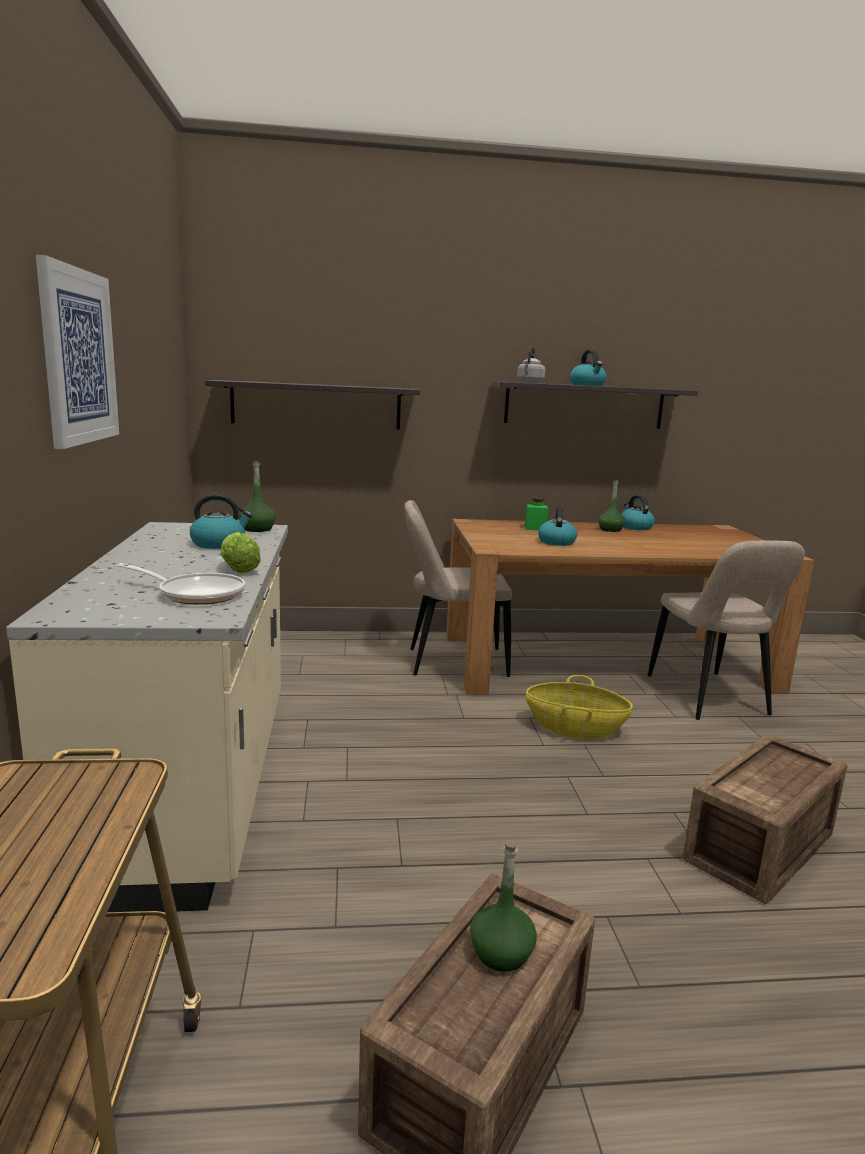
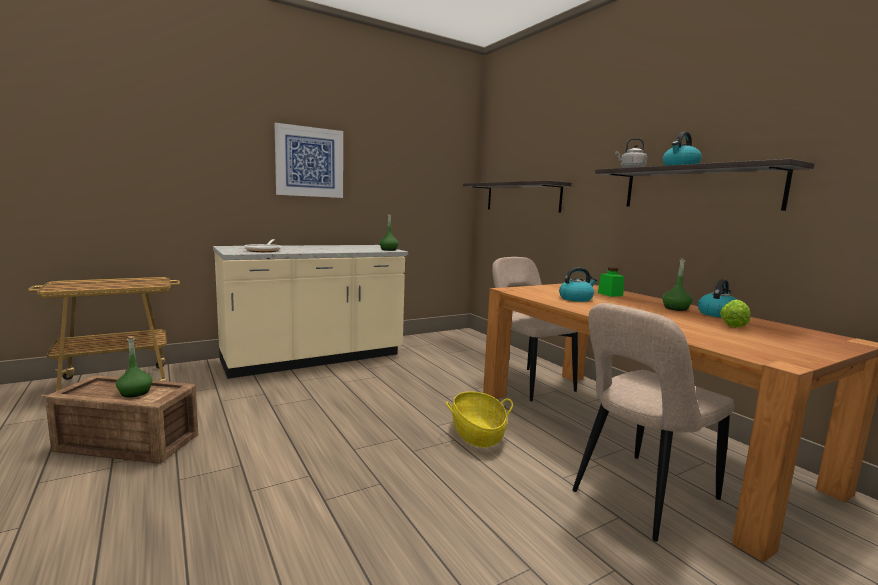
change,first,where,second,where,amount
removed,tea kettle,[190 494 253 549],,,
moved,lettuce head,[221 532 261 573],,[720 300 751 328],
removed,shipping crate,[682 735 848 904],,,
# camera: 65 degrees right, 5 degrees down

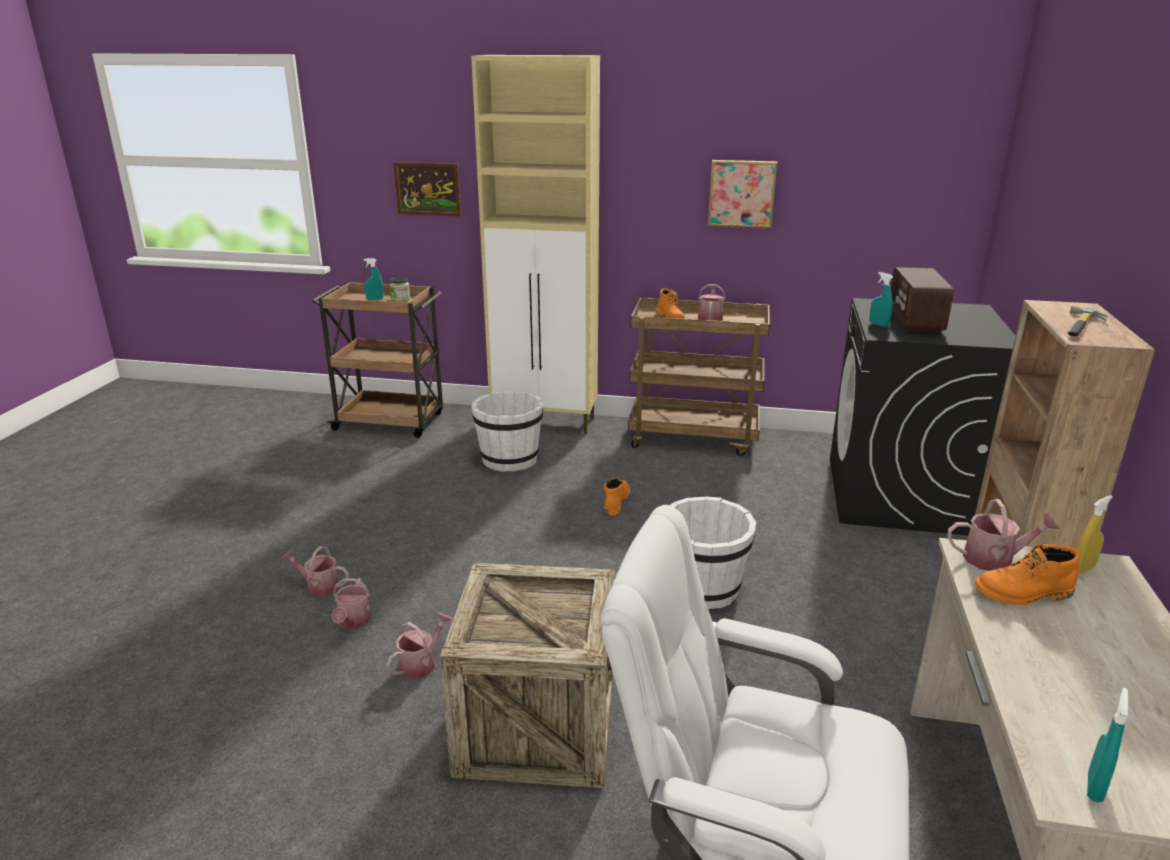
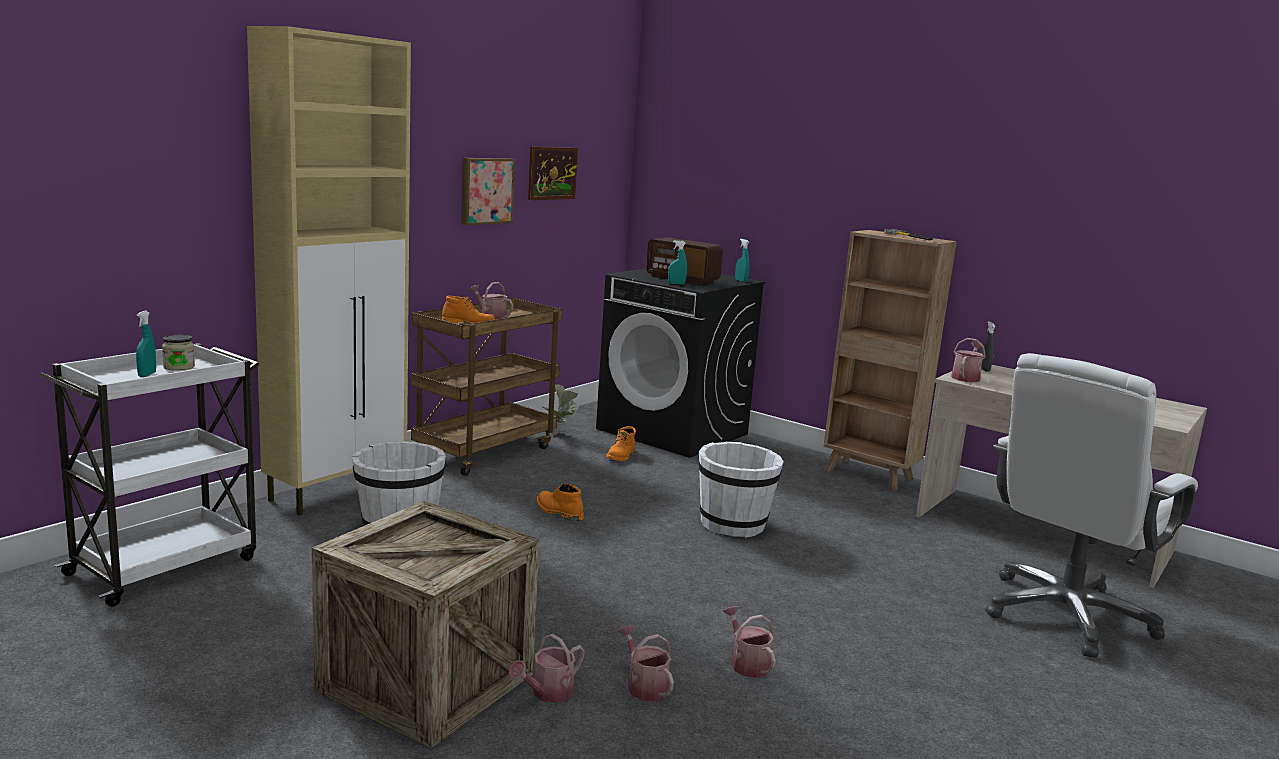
change,first,where,second,where,amount
moved,wall art,[393 162 462 217],,[528 147 578 201],
recoloured,wheeled cart (brown),[312 282 443 438],wheeled cart (white-coloured),[39 343 260 607],
recoloured,sprayer (yellowish),[1076 495 1113 574],sprayer (greyish),[980 322 995 372],
moved,boot (orangey),[975 544 1080 605],,[606 426 636 461],
moved,shipping crate,[440 563 615 788],,[312 501 539 748],
turned,sprinkling can,[331 578 371 629],,[618 625 674 701],150 degrees counterclockwise
moved,sprayer (turquoise),[1087 688 1129 802],,[735 239 750 282],
added,,,houseplant,[543 384 579 435],
# camera: 65 degrees left, 10 degrees down

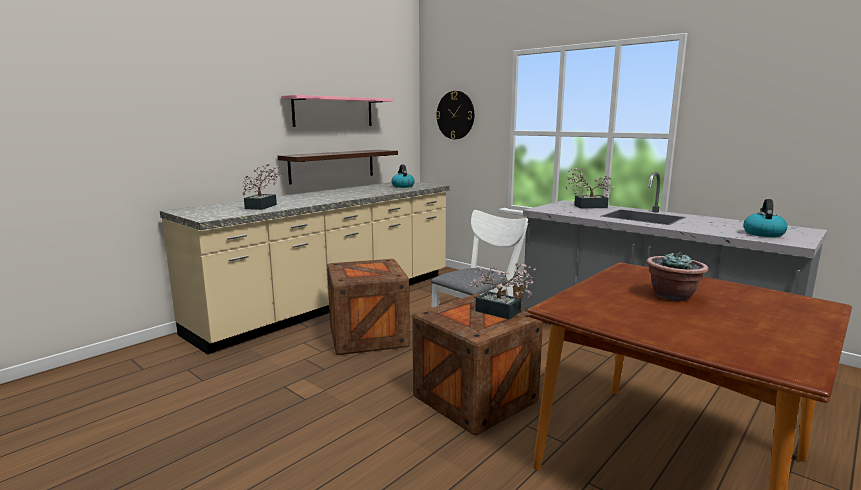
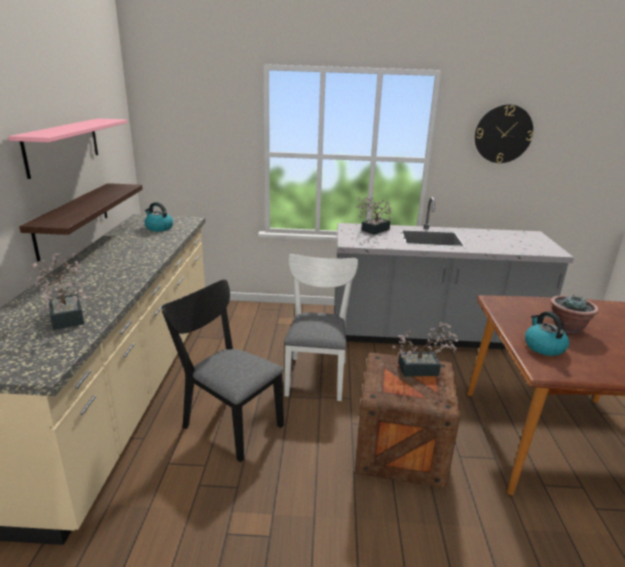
change,first,where,second,where,amount
moved,hanging clock,[436 91 474 139],,[475 104 533 163],
moved,tea kettle,[743 199 788 237],,[525 311 569 356],
replaced,shipping crate,[327 259 410 355],chair (black-coloured),[162 280 284 462],
# camera: 40 degrees left, 10 degrees up

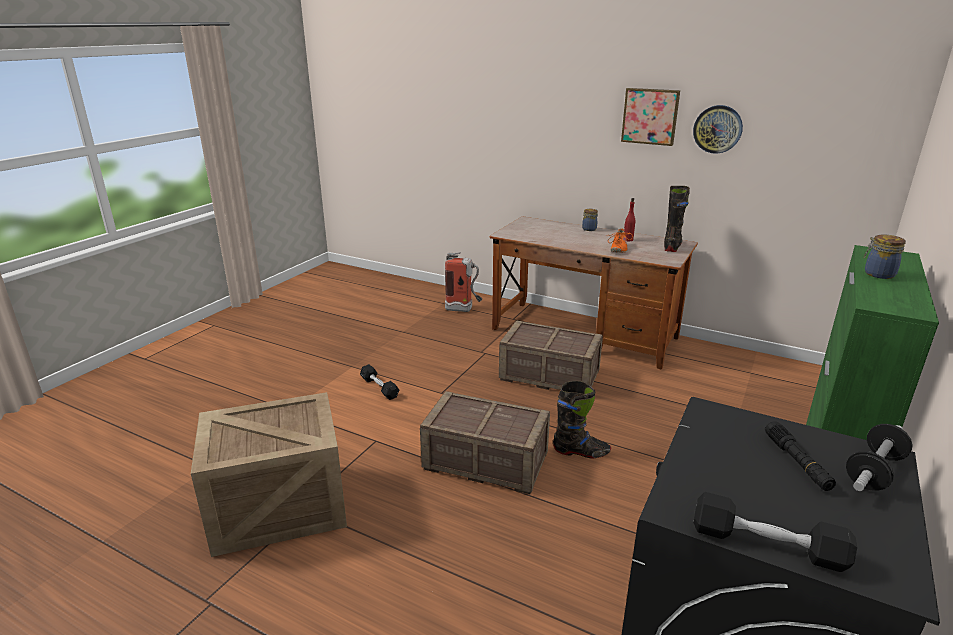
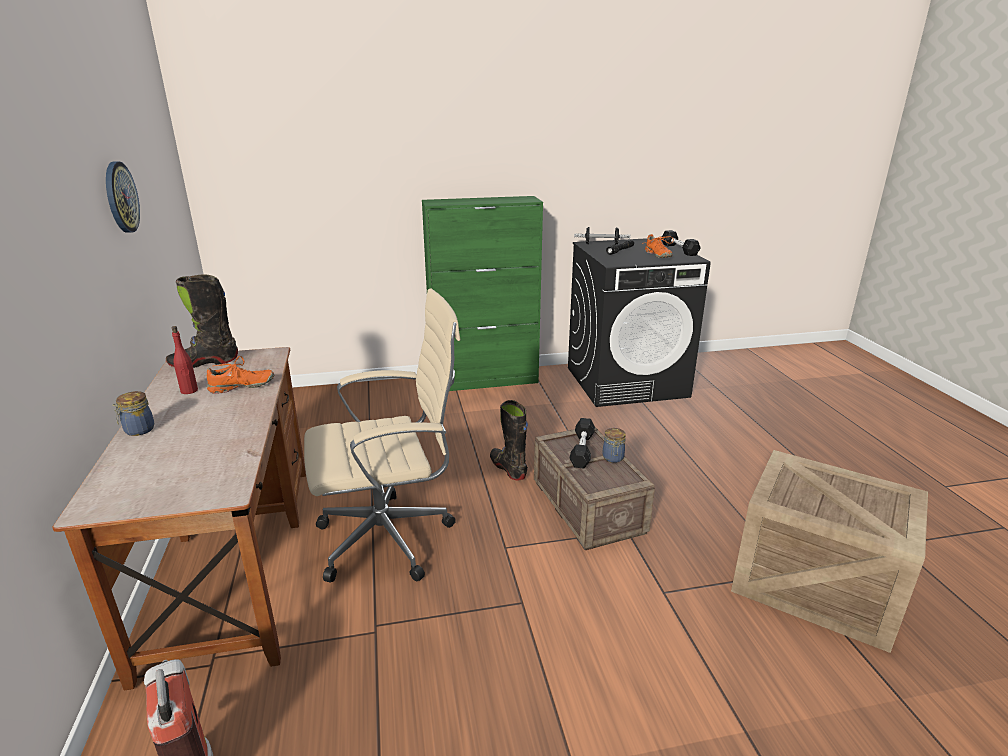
change,first,where,second,where,amount
removed,wall art,[621 88 680 146],,,
moved,preserve jar,[864 235 906 279],,[602 428 626 463],
replaced,shipping crate,[499 320 603 390],computer chair (beige),[304 289 460 583],
moved,hand weight (black-coloured),[360 364 399 400],,[569 418 595 468],
added,,,shoe (orangey),[642 234 674 258],
# camera: 130 degrees left, 0 degrees up

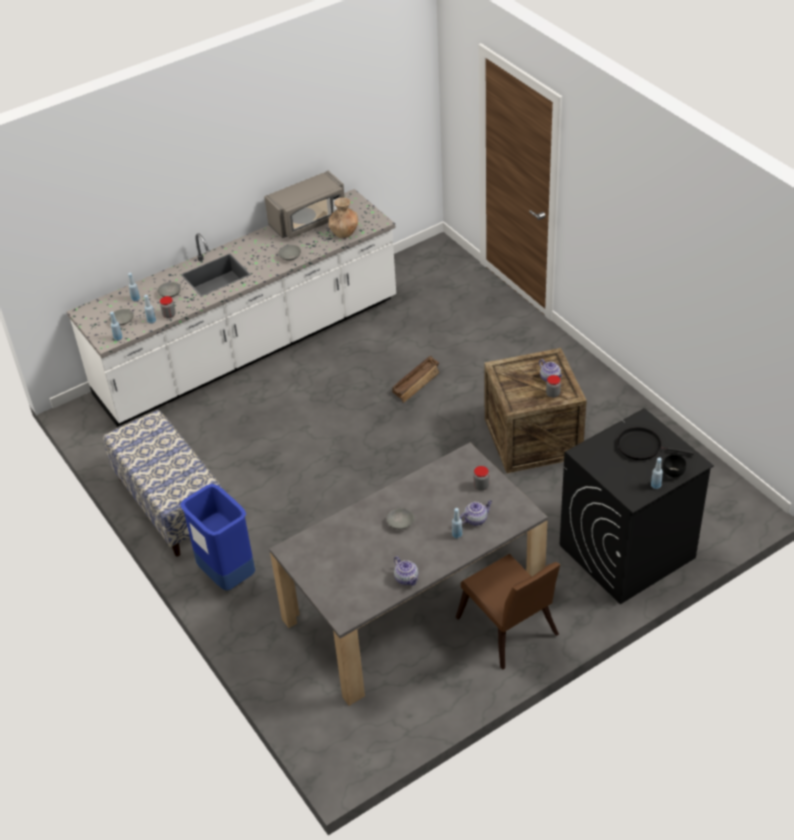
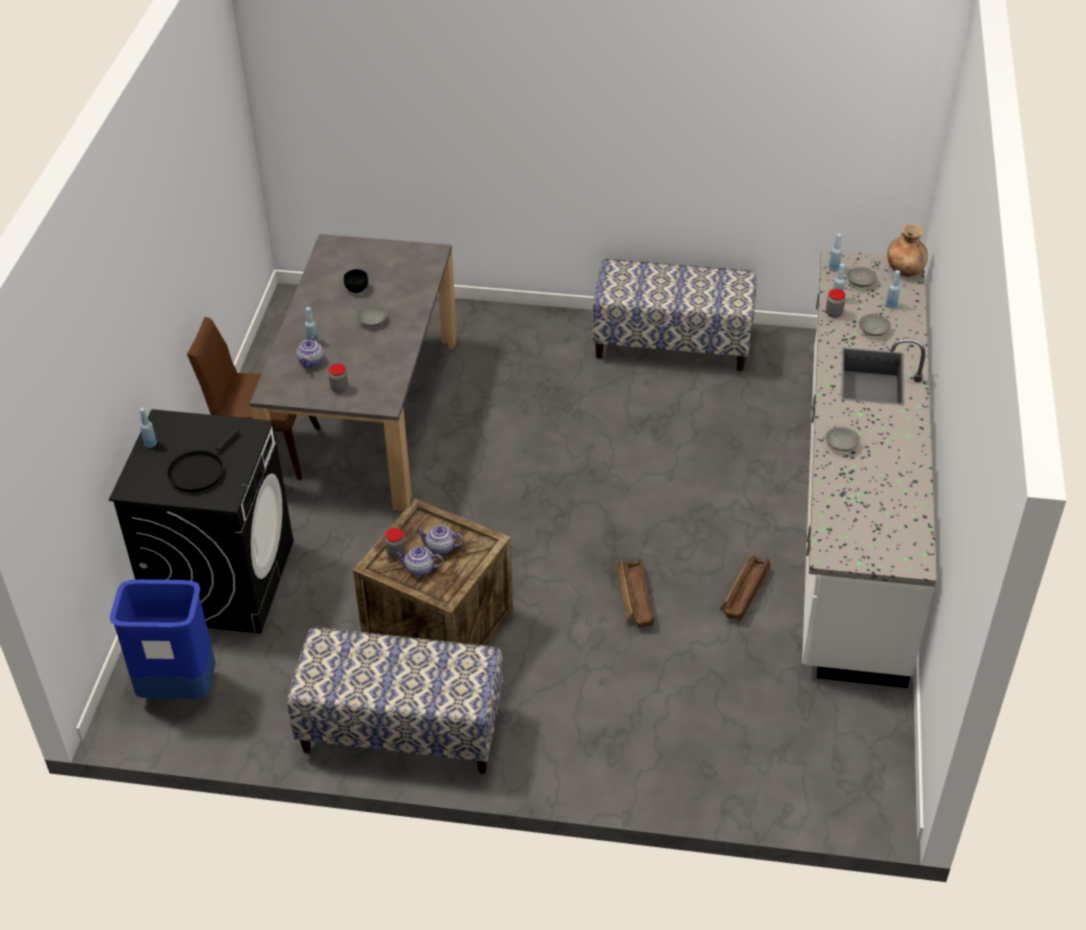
change,first,where,second,where,amount
removed,microwave (greyish),[264 171 345 238],,,
moved,vase (brown),[329 198 358 238],,[887 223 928 276],
turned,frying pan (black-coloured),[617 427 694 460],,[167 428 239 492],150 degrees clockwise
moved,bowl (black-coloured),[663 455 686 478],,[344 269 368 293],
moved,trash can (blue-coloured),[180 484 255 591],,[110 579 216 699],
moved,pot for tea,[394 556 418 585],,[416 525 464 555],
added,,,shipping crate,[720 553 770 621],
added,,,long seat,[287 628 503 774],
# camera: 130 degrees right, 0 degrees up

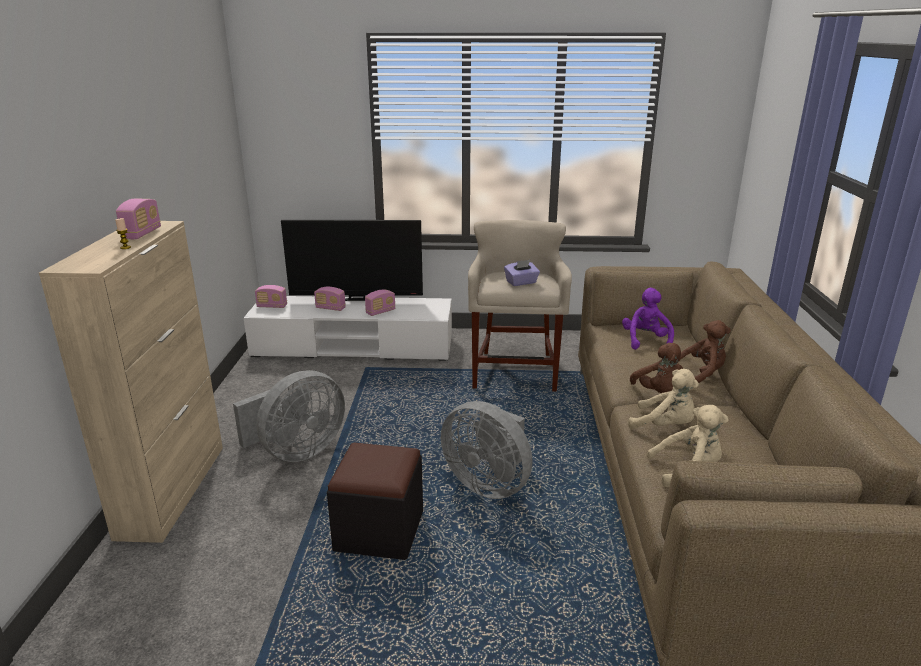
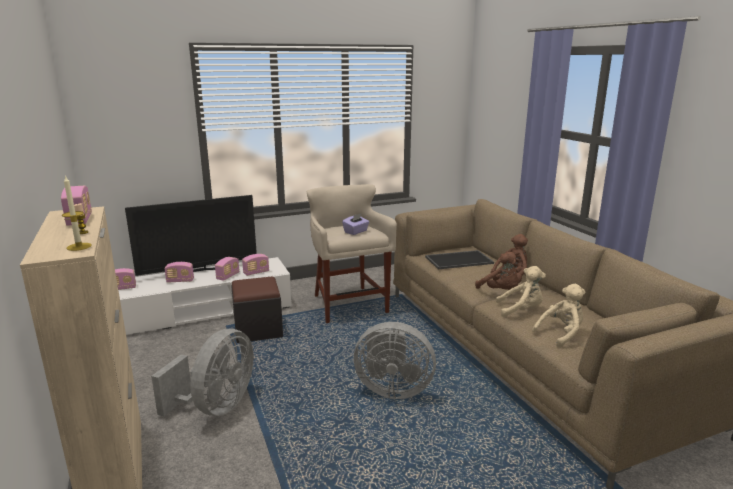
change,first,where,second,where,amount
replaced,soft toy (purple),[622 288 674 350],carrying tray,[425 250 494 269],
moved,footrest (black-coloured),[327 443 423 560],,[231 277 283 343],
added,,,wax light,[62 175 92 251],
added,,,radio set,[242 254 269 276],
# camera: 25 degrees left, 5 degrees down

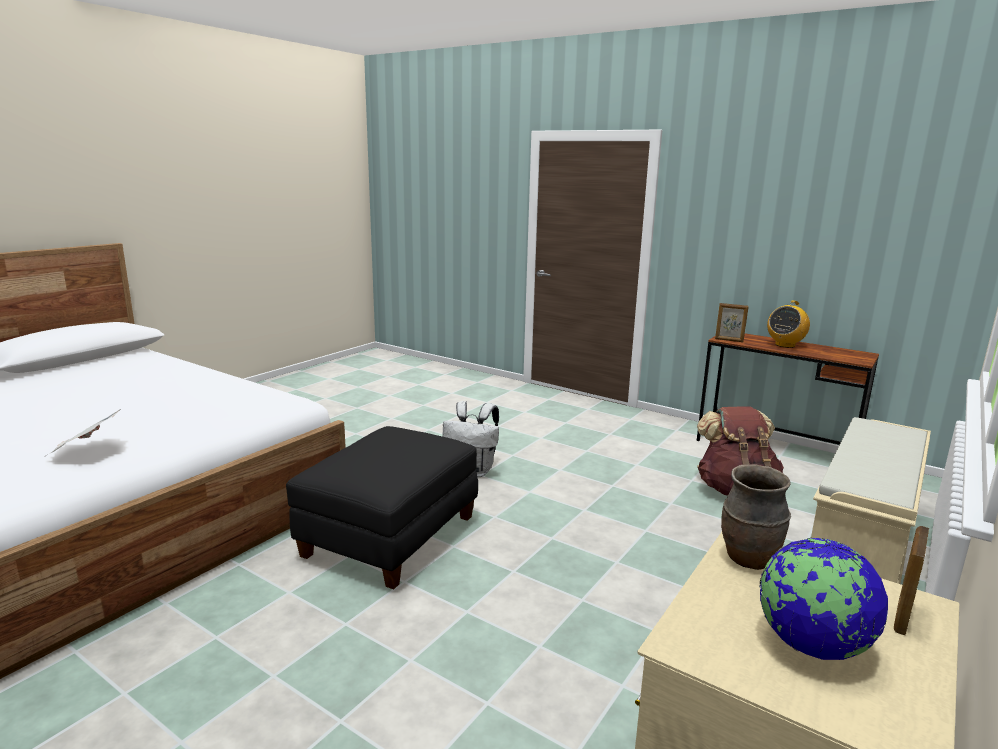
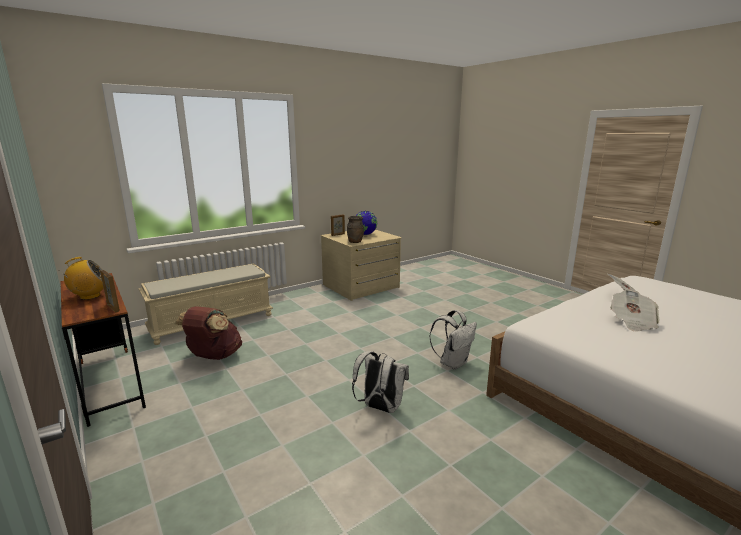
change,first,where,second,where,amount
replaced,footrest (black-coloured),[286 426 478 589],knapsack (white-coloured),[429 310 477 370],
added,,,daily paper,[610 290 659 331],
# camera: 160 degrees left, 0 degrees up

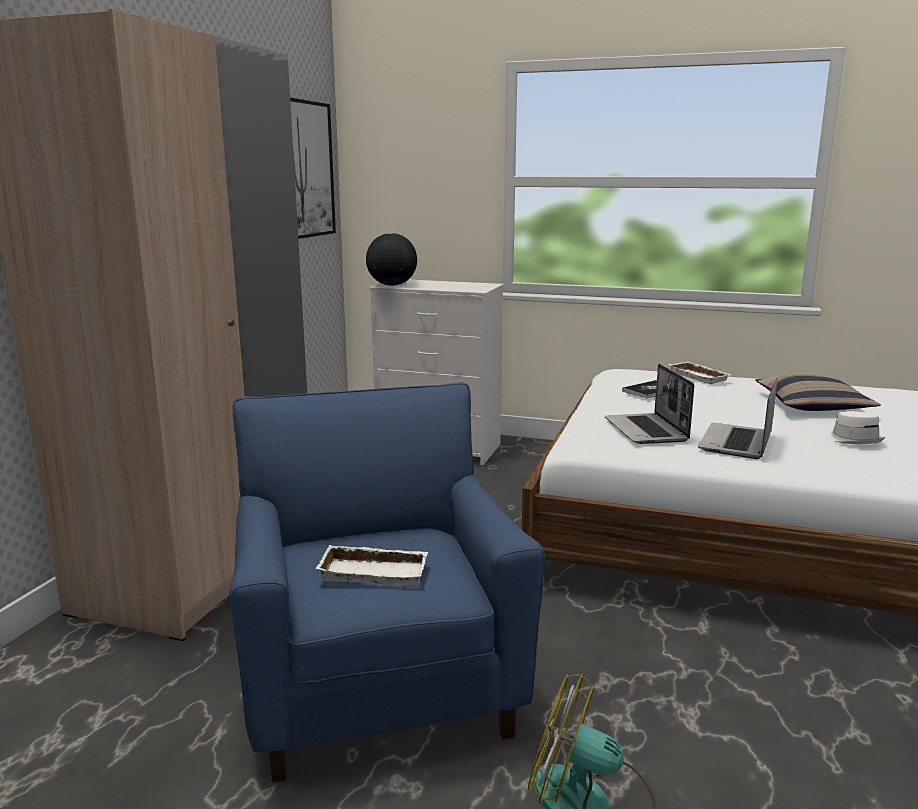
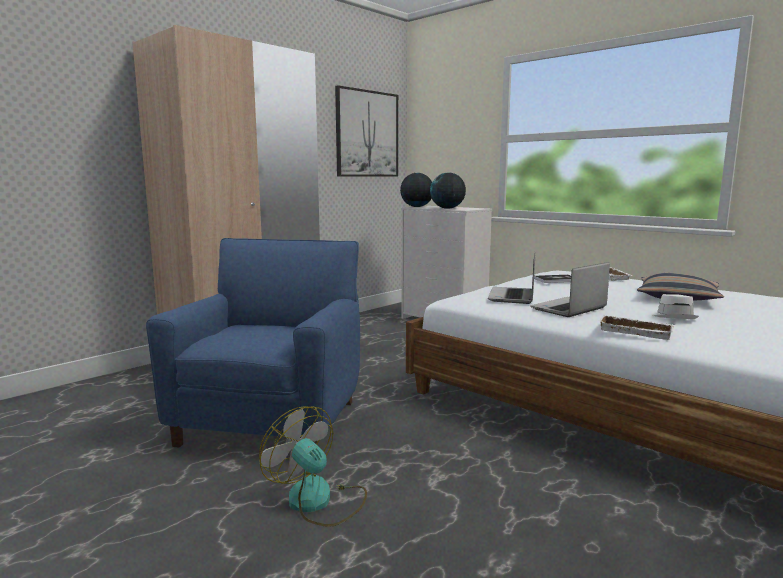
change,first,where,second,where,amount
moved,carrying tray (white-coloured),[316 545 428 586],,[598 315 675 340],
added,,,desk globe,[430 172 466 209],
# camera: 25 degrees right, 5 degrees down

